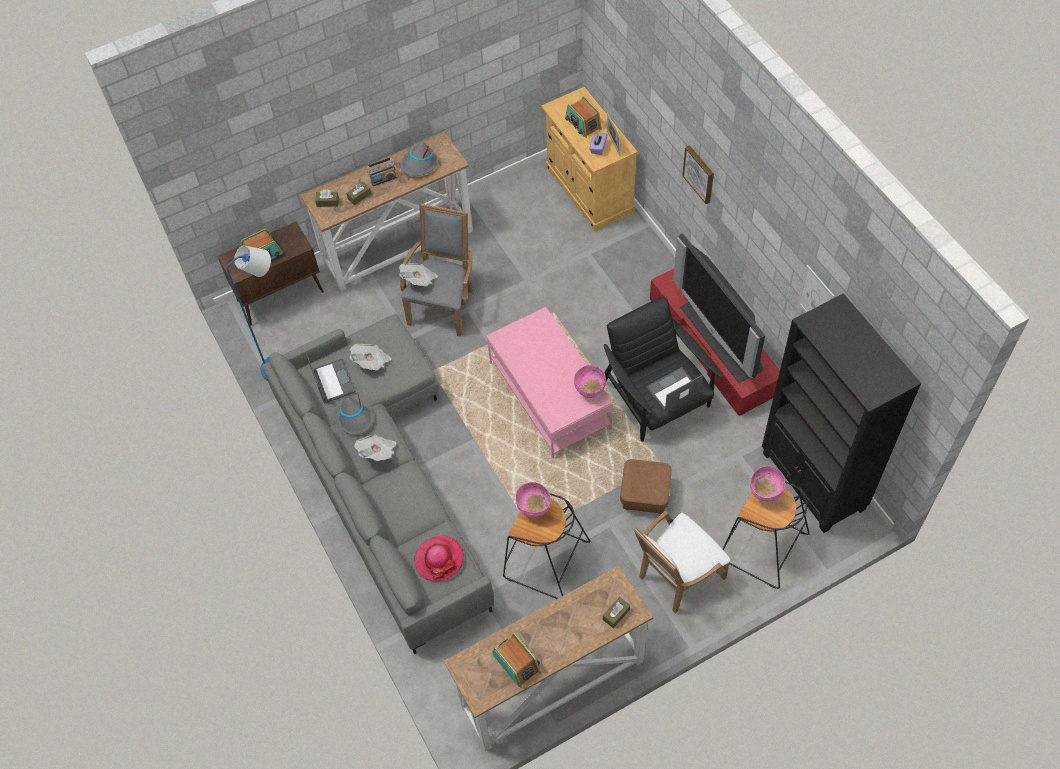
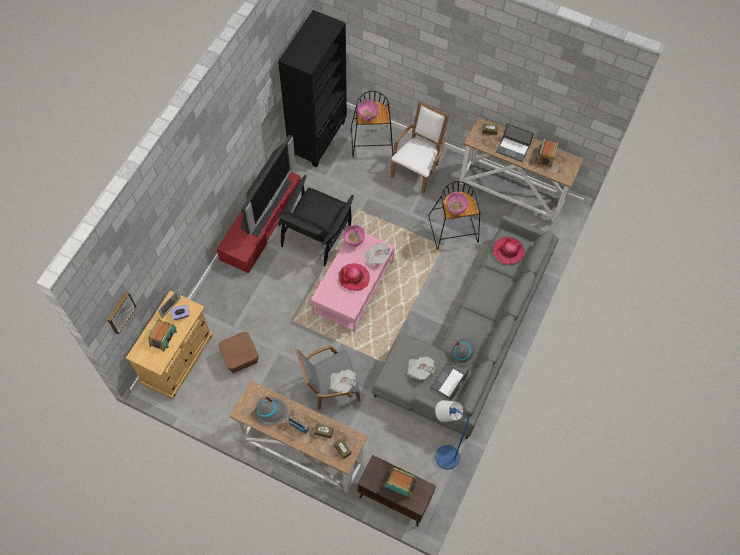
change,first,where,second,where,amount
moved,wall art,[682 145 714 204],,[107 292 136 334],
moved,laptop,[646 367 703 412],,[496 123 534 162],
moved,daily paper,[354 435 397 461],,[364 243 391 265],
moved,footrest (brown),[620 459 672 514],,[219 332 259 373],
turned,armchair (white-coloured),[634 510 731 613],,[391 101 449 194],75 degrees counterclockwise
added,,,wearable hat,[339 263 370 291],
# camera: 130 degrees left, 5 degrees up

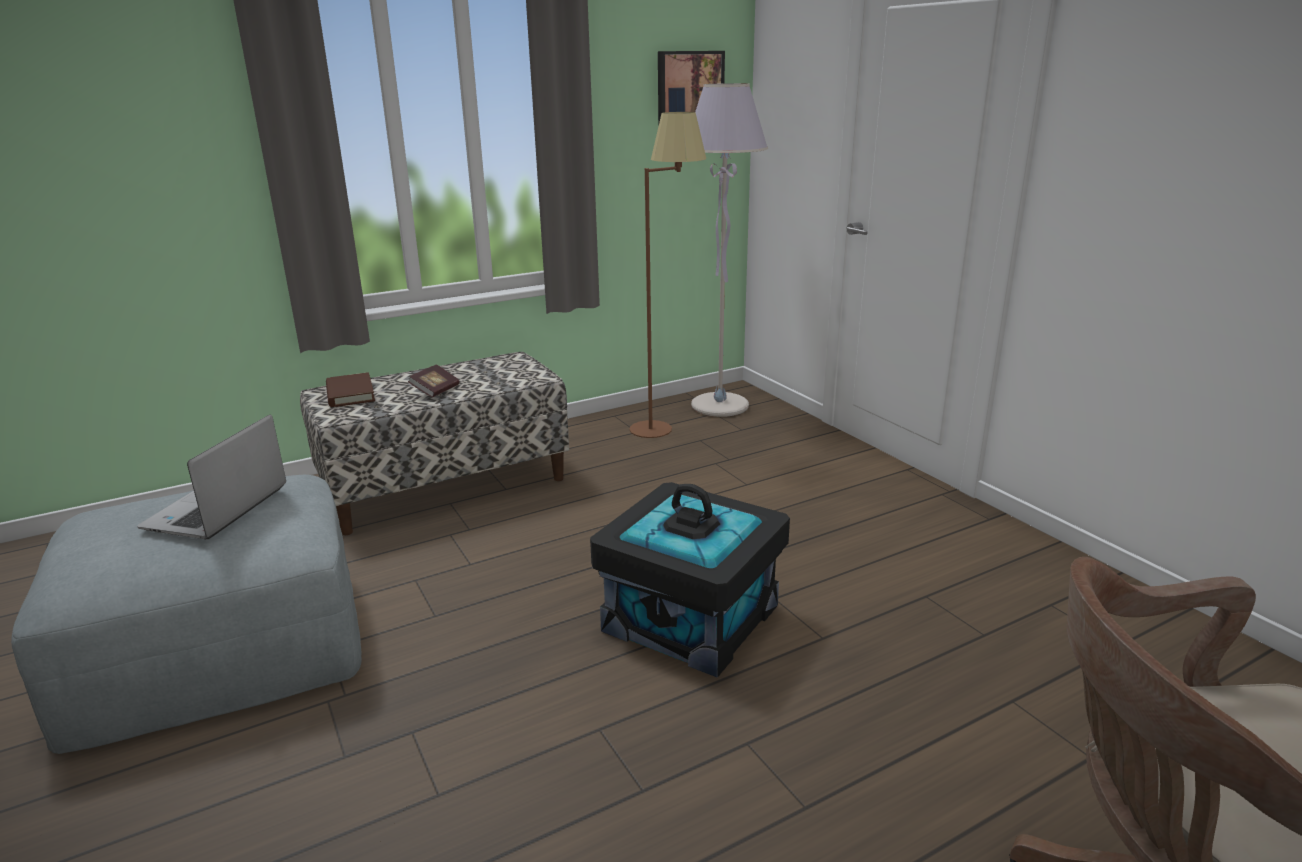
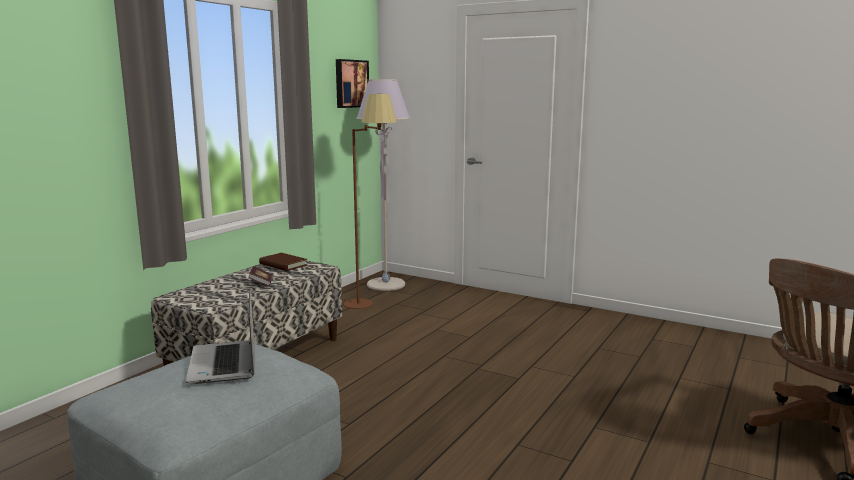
change,first,where,second,where,amount
moved,volume (brown),[326 372 375 407],,[259 253 307 271],
removed,storage container (black-coloured),[590 482 790 678],,,
# camera: 30 degrees left, 10 degrees down

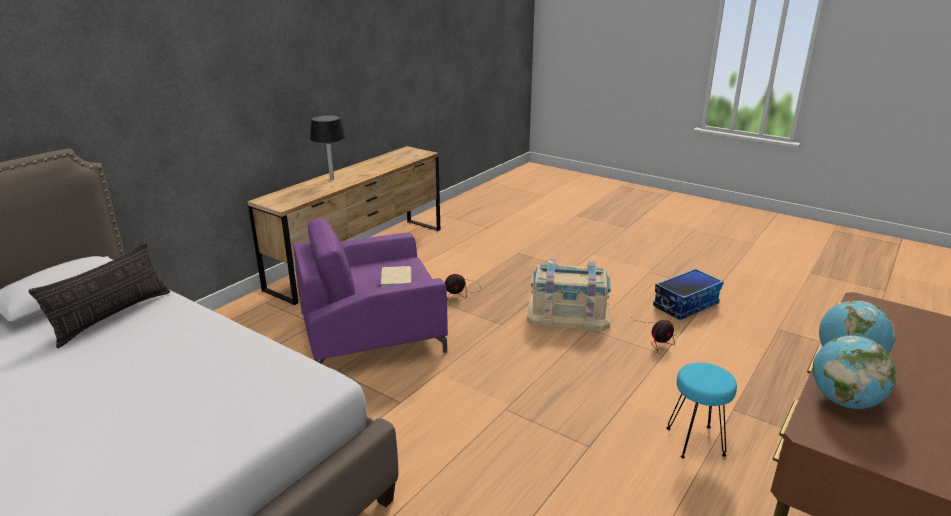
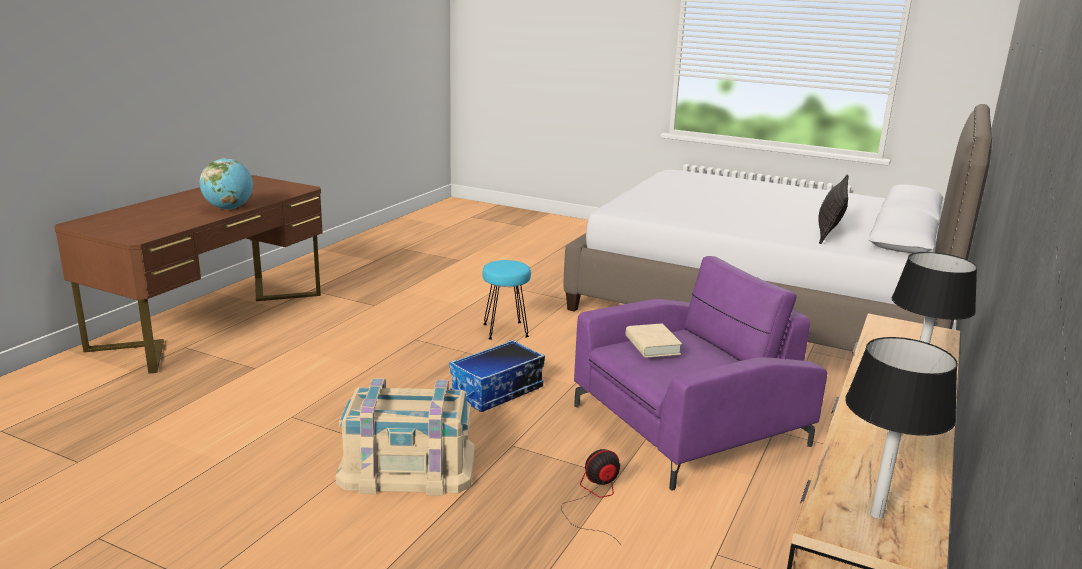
change,first,where,second,where,amount
moved,storage container,[653 268 724 320],,[449 340 545 412],
removed,fan,[632 318 677 352],,,
removed,desk globe,[813 335 896 409],,,
moved,sitting stool (turquoise),[666 363 737 459],,[482 260 531 340],
added,,,table lamp (black-coloured),[845 337 958 519],
# camera: 170 degrees right, 5 degrees down

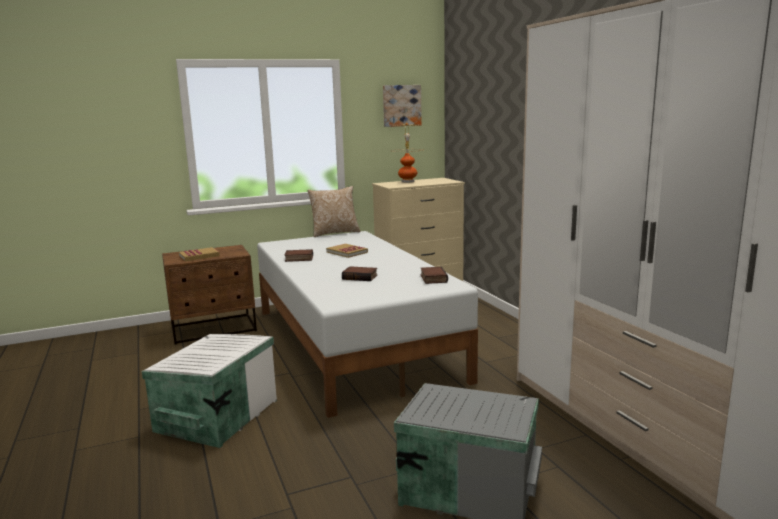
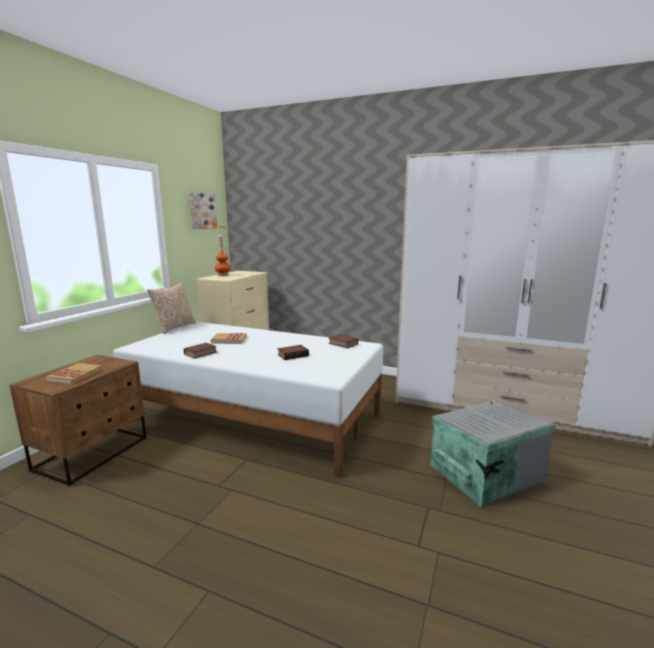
change,first,where,second,where,amount
removed,storage container (white-coloured),[142 334 277 448],,,
# camera: 45 degrees left, 0 degrees up

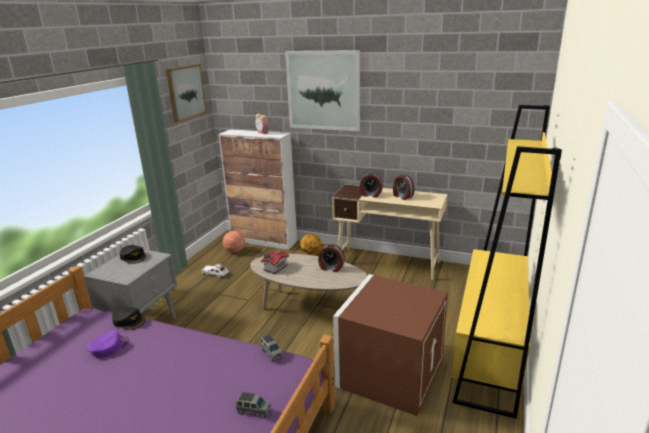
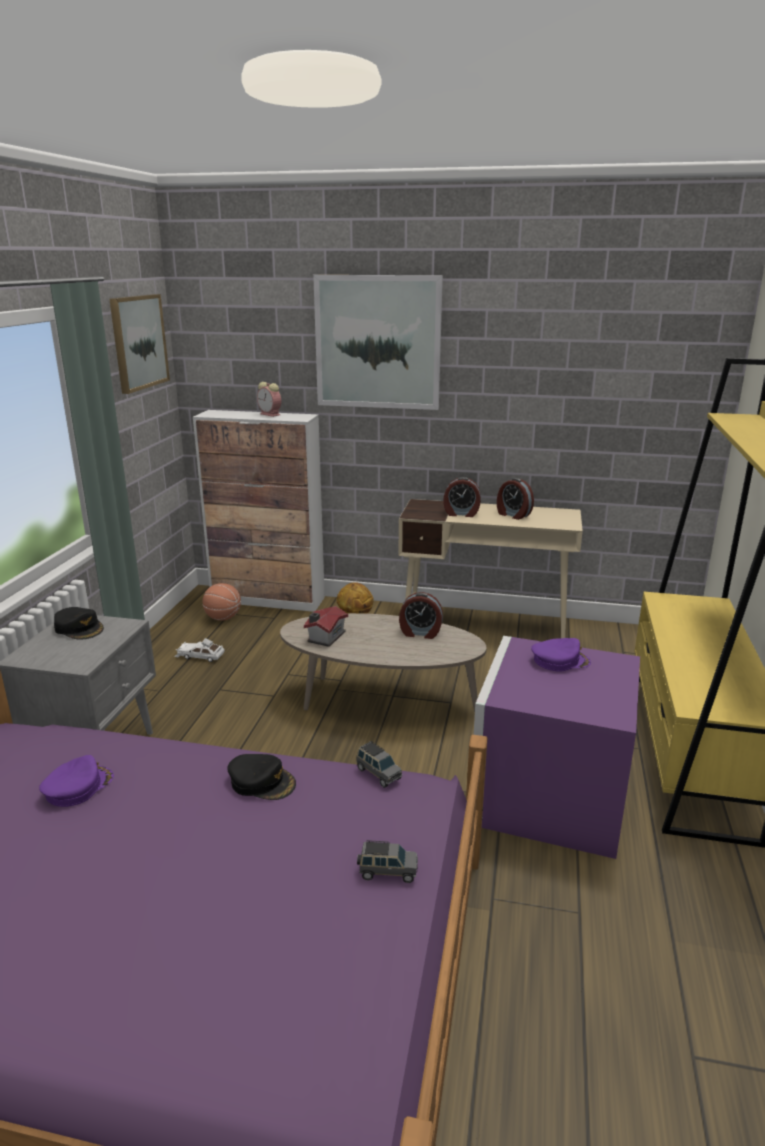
change,first,where,second,where,amount
recoloured,storage container (brown),[333 274 448 416],storage container (purple),[474 636 640 859],
moved,cap (black-coloured),[112 307 145 330],,[227 754 296 800],
added,,,cap (purple),[531 638 591 672],
# camera: 10 degrees left, 0 degrees up

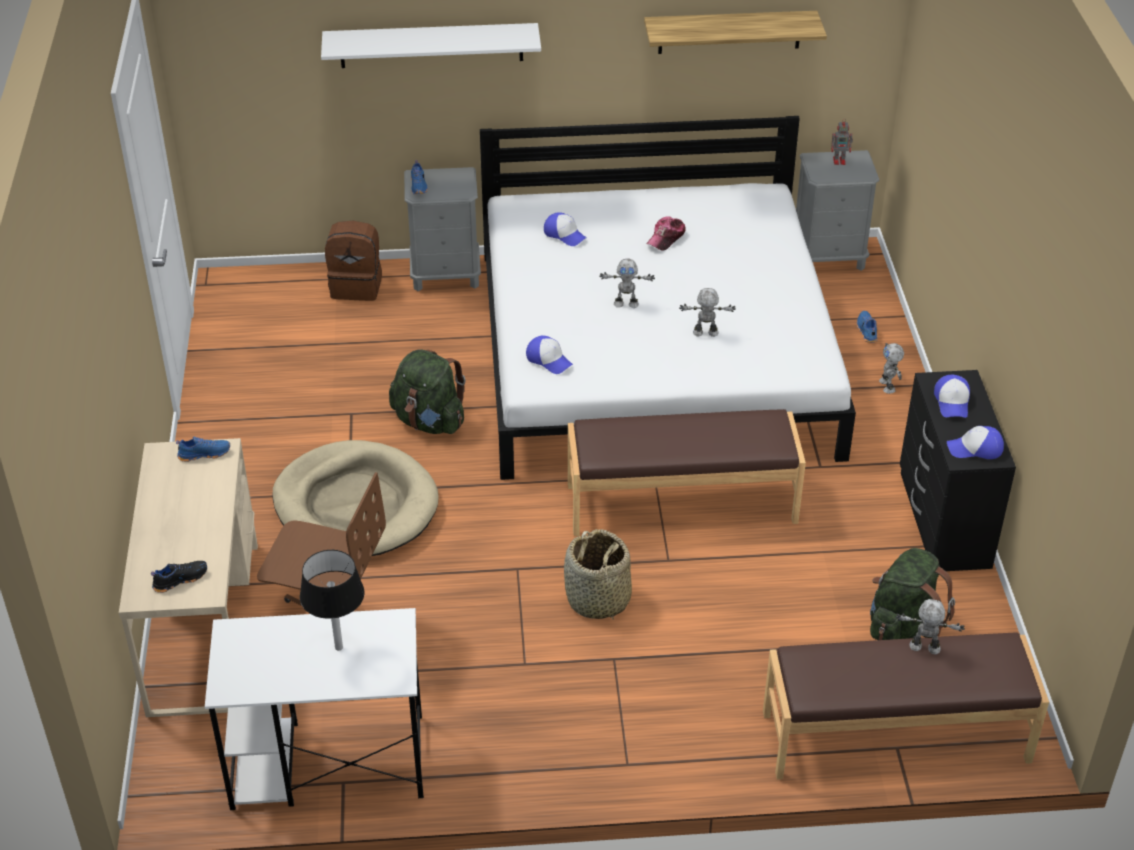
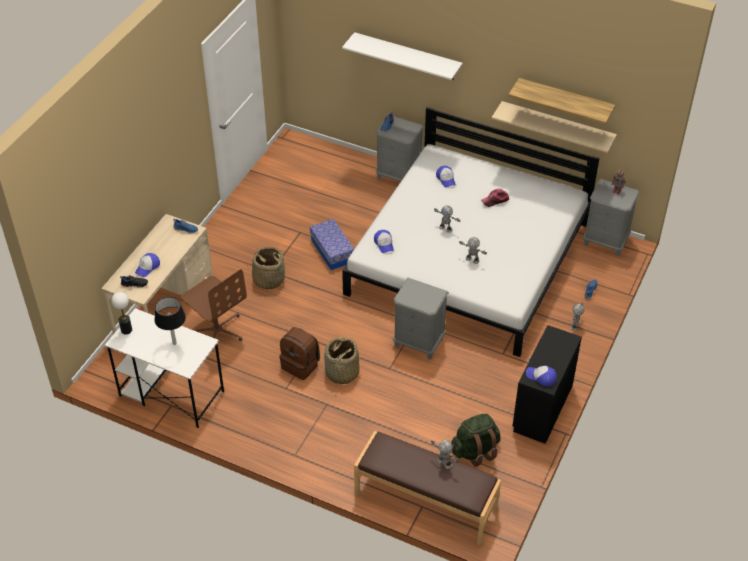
change,first,where,second,where,amount
moved,knapsack (brown),[325 221 382 301],,[279 327 320 380],
replaced,knapsack (greenish),[389 349 466 434],storage container,[310 219 354 270],
moved,cap,[934 375 970 418],,[135 253 160 277],
replaced,long seat (brown),[568 409 806 536],nightstand (greyish),[393 278 449 360],
replaced,dog bed (beige),[272 440 439 556],household basket,[247 247 287 289],
added,,,shelf (beige),[491 101 617 153],
added,,,table lamp,[111 292 132 334],
# camera: 30 degrees right, 5 degrees up

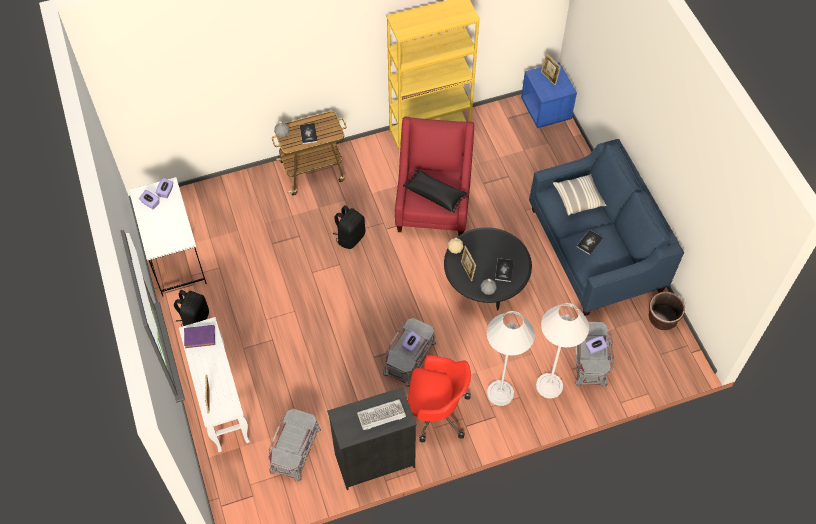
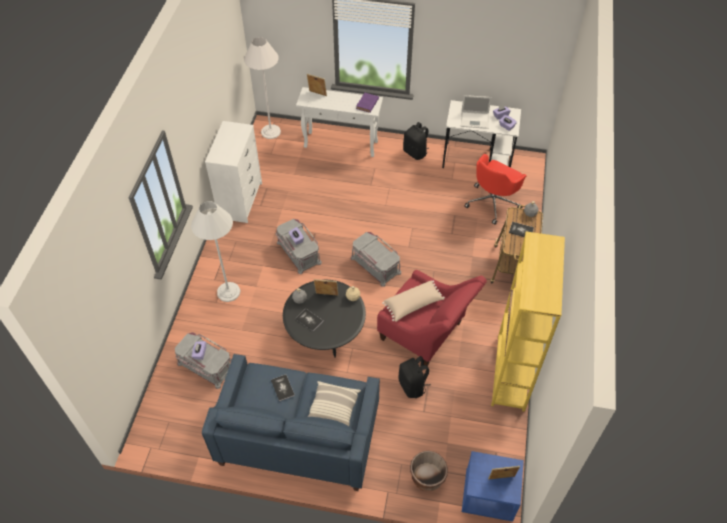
change,first,where,second,where,amount
recoloured,throw pillow (black-coloured),[403 169 468 213],throw pillow (beige),[382 281 445 322],
moved,knapsack (black-coloured),[333 205 365 249],,[399 356 431 398],
moved,plant pot (brown),[648 291 685 330],,[410 451 448 492],
moved,standing lamp (white-coloured),[536 303 589 398],,[244 37 281 139],
moved,computer chair (red),[408 355 471 442],,[464 154 527 224],
recoloured,dresser (black-coloured),[327 387 417 490],dresser (white-coloured),[205 121 262 223],
removed,computer keyboard,[357 399 406 430],,,
moved,storage container (greyish),[268 409 321 482],,[351 232 401 287],
added,,,laptop,[461 95 491 129],
# camera: 120 degrees right, 5 degrees down

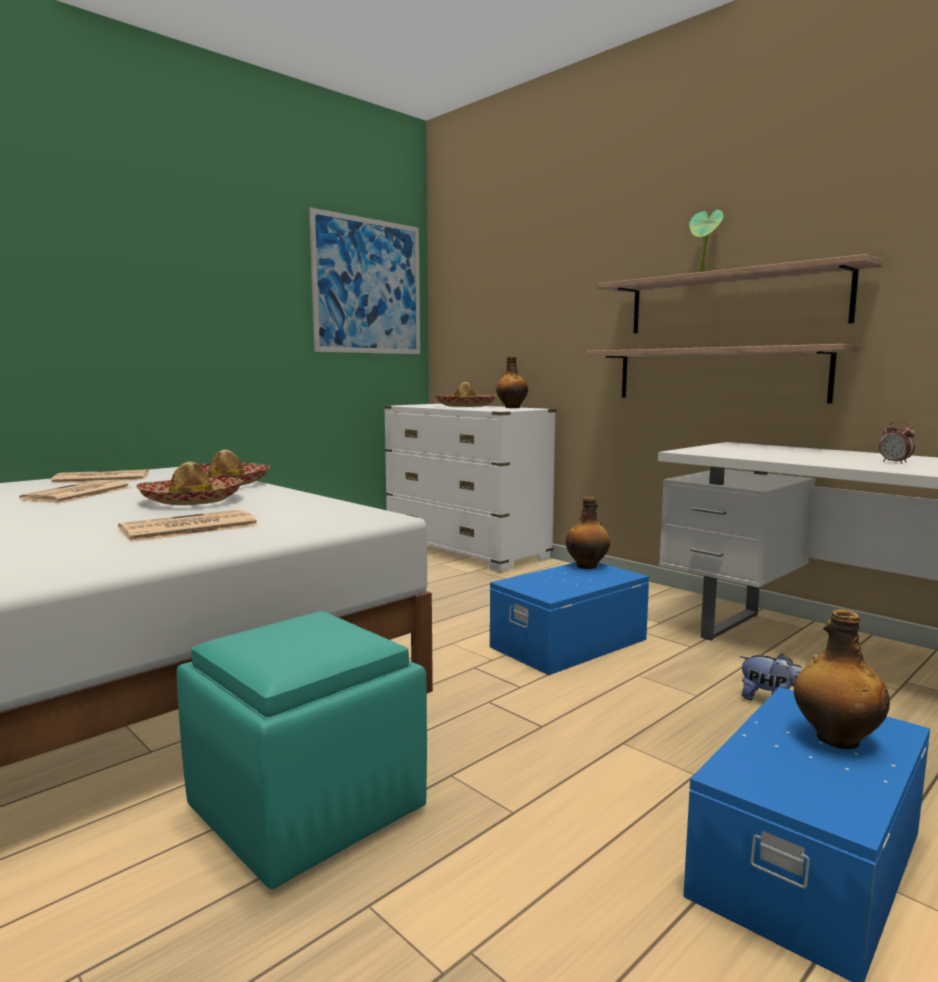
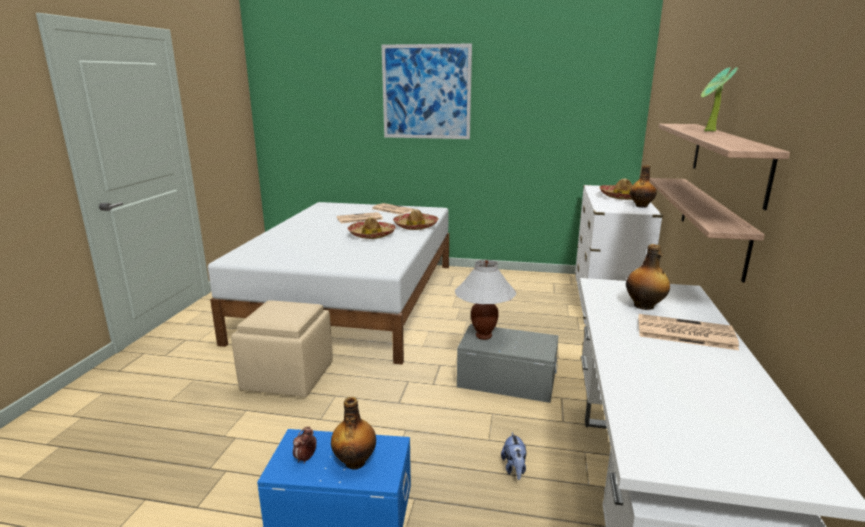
change,first,where,second,where,amount
moved,wall art,[309 207 420 354],,[382 43 472 139],
moved,alarm clock,[879 421 915 464],,[293 426 317 464],
moved,drink bottle,[566 496 610 569],,[626 244 670 310],
moved,daily paper,[118 510 258 542],,[639 314 739 350],
recoloured,storage container (blue-coloured),[490 562 649 675],storage container (greyish),[457 324 559 403],
recoloured,footrest (turquoise),[177 611 427 889],footrest (beige),[231 300 333 397],
added,,,table lamp (white-coloured),[455 260 517 340],
# camera: 55 degrees right, 10 degrees up

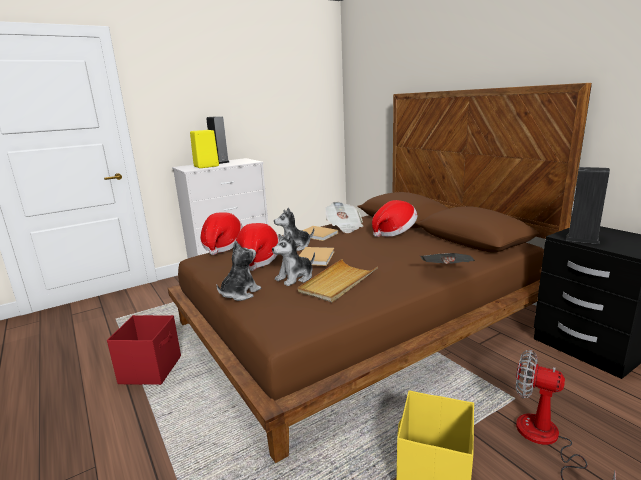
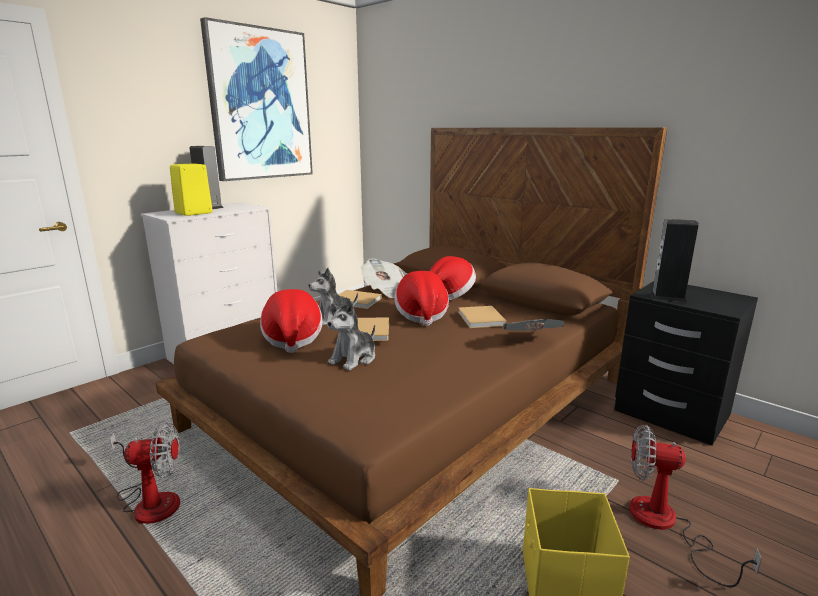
change,first,where,second,where,amount
moved,wearable hat,[200 212 243 255],,[395 271 449 326],
removed,soft toy,[216 240 261 301],,,
removed,carrying tray (beige),[298 259 378 303],,,
replaced,storage container (red),[107 315 181 385],fan,[110 422 180 524],
added,,,wall art,[200 17 313 181],
added,,,volume (beige),[458 306 506 328],
# camera: 15 degrees left, 0 degrees up

